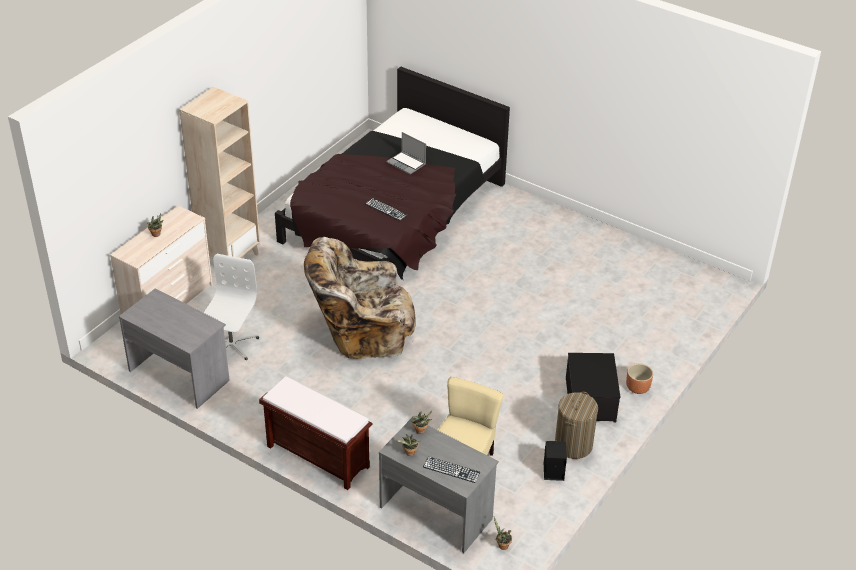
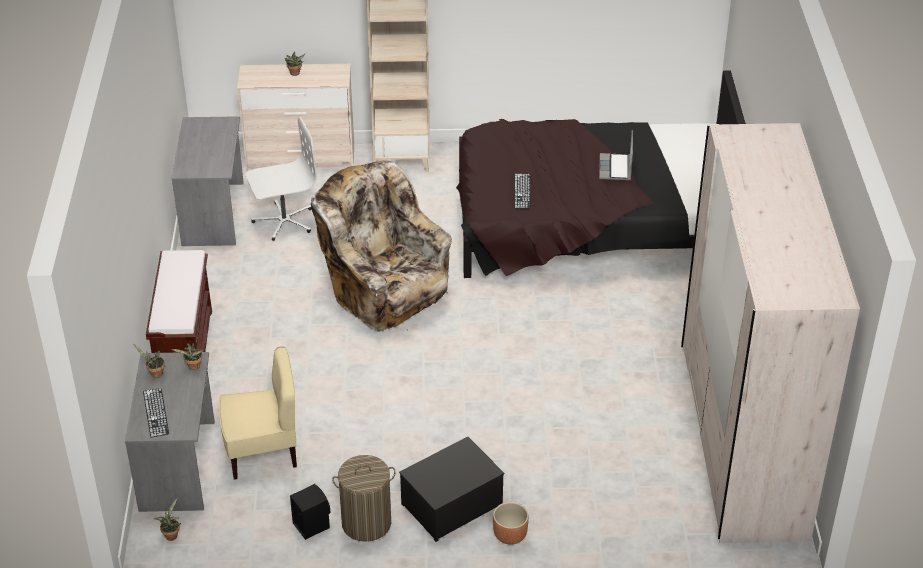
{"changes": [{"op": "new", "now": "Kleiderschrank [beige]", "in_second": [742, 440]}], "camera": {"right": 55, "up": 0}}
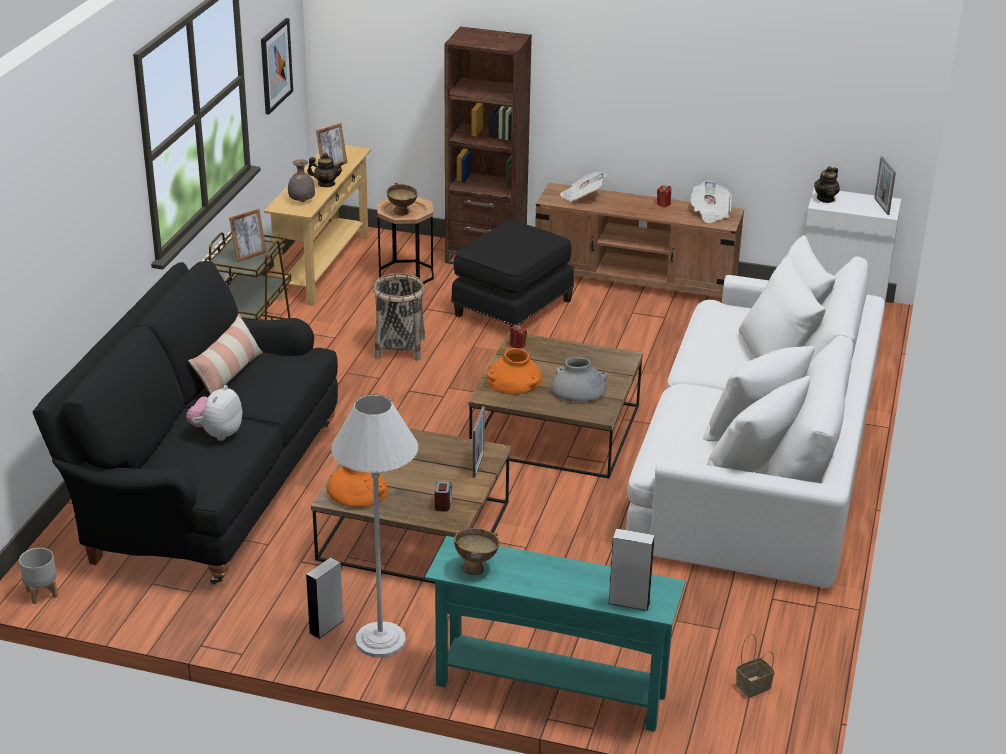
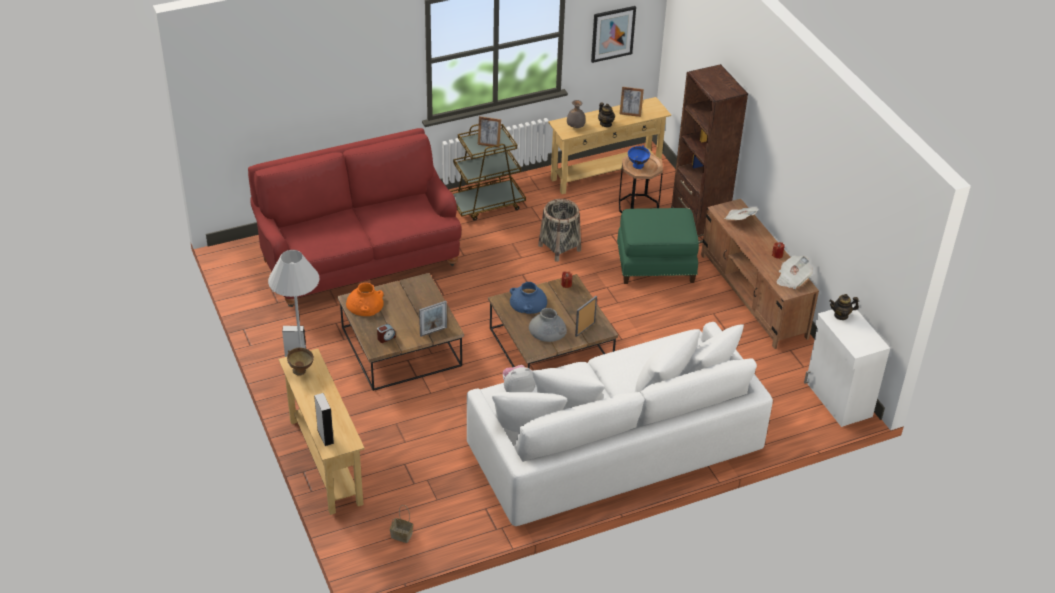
{"changes": [{"op": "shifted", "was": "Bilderrahmen", "in_first": [881, 206], "in_second": [585, 329]}, {"op": "repainted", "was": "Schüssel [braun]", "now": "Schüssel [blau]", "in_first": [402, 213], "in_second": [637, 167]}, {"op": "repainted", "was": "Polsterhocker [schwarz]", "now": "Polsterhocker [grün]", "in_first": [511, 307], "in_second": [655, 264]}, {"op": "repainted", "was": "Sofa [schwarz]", "now": "Sofa [rot]", "in_first": [206, 488], "in_second": [358, 259]}, {"op": "gone", "was": "Kissen", "in_first": [229, 375]}, {"op": "repainted", "was": "Vase [orange]", "now": "Vase [blau]", "in_first": [514, 380], "in_second": [528, 302]}, {"op": "shifted", "was": "Plüschtier", "in_first": [217, 433], "in_second": [518, 391]}, {"op": "repainted", "was": "Konsolentisch [türkis]", "now": "Konsolentisch [beige]", "in_first": [550, 690], "in_second": [325, 461]}, {"op": "gone", "was": "Pflanzkübel [grau]", "in_first": [42, 593]}], "camera": {"right": 50, "up": 10}}
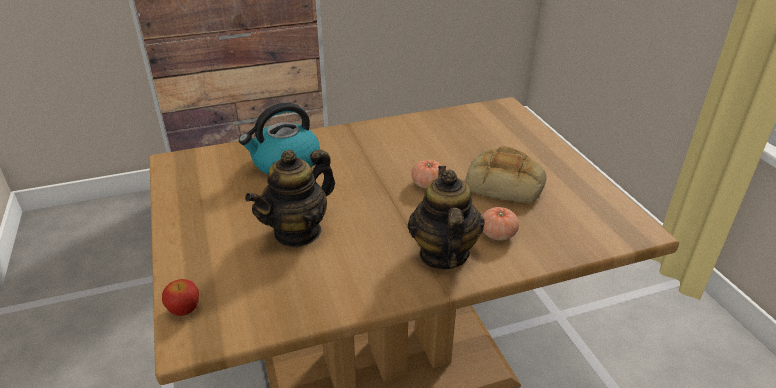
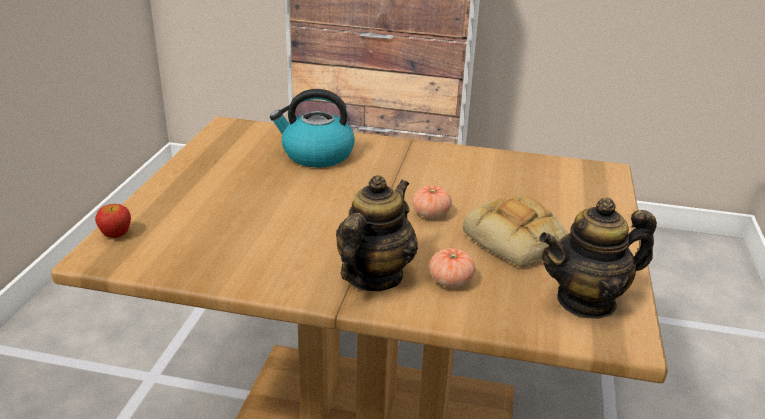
{"changes": [{"op": "shifted", "was": "Teekanne", "in_first": [298, 231], "in_second": [586, 301]}], "camera": {"right": 30, "up": -5}}
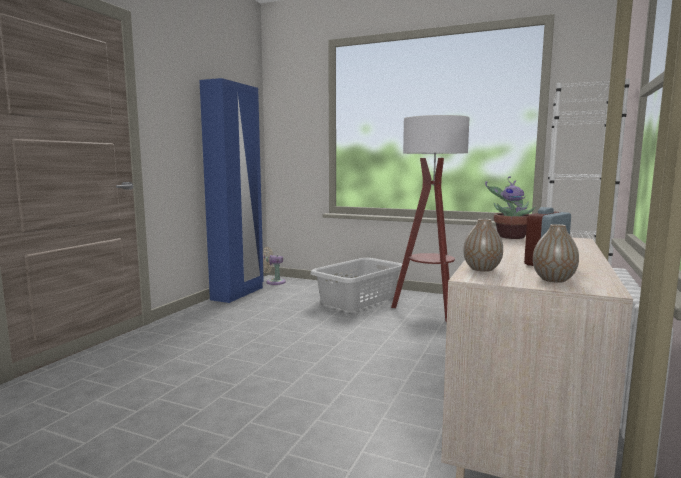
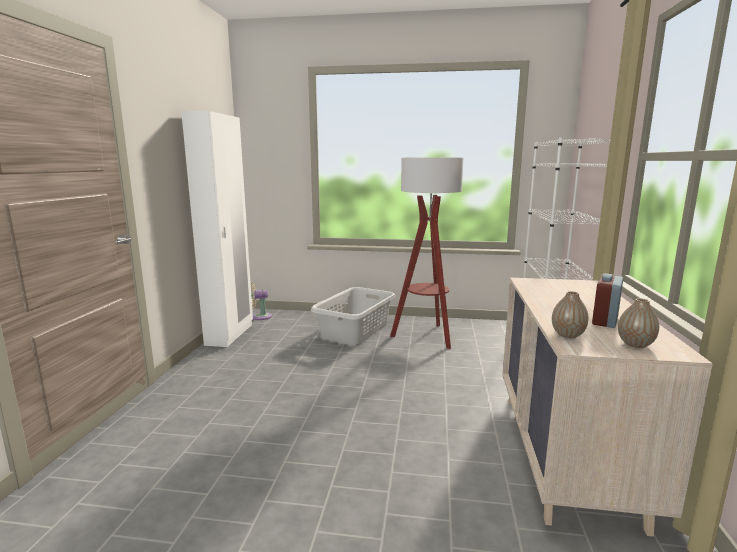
{"changes": [{"op": "repainted", "was": "Kleiderschrank [blau]", "now": "Kleiderschrank [weiß]", "in_first": [238, 294], "in_second": [230, 335]}, {"op": "gone", "was": "Topfpflanze", "in_first": [510, 236]}], "camera": {"right": -15, "up": 5}}
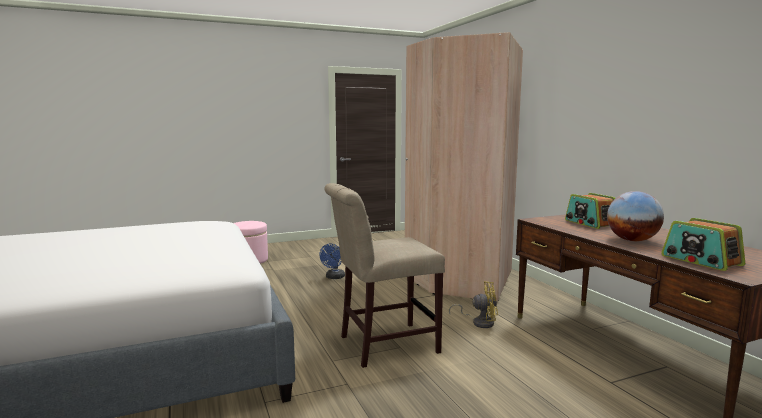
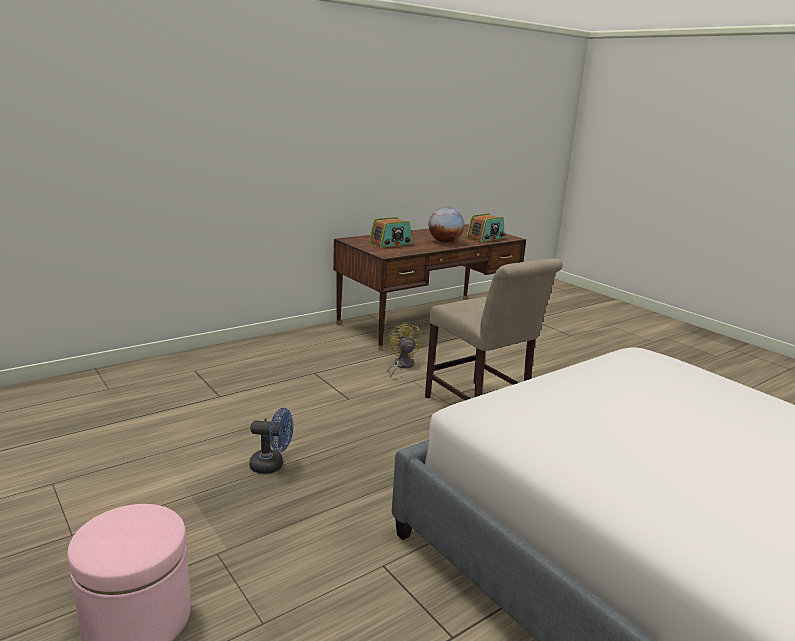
{"changes": [{"op": "gone", "was": "Kleiderschrank [beige]", "in_first": [457, 278]}], "camera": {"right": -105, "up": 10}}
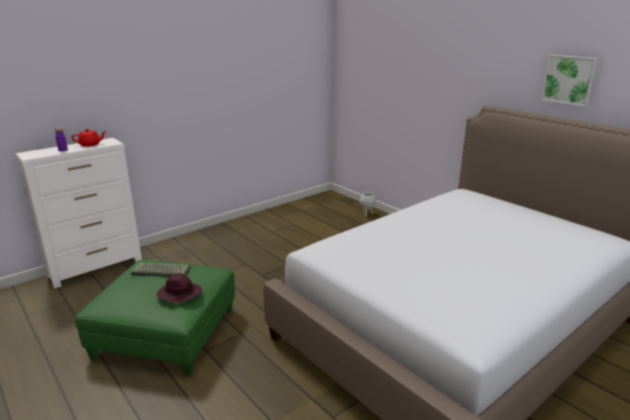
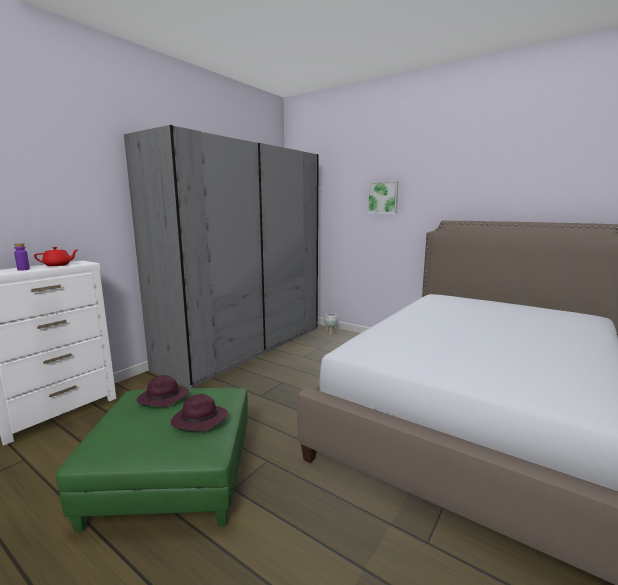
{"changes": [{"op": "shifted", "was": "Bild", "in_first": [569, 79], "in_second": [383, 197]}, {"op": "swapped", "was": "Tastatur", "now": "Hut [lila]", "in_first": [160, 271], "in_second": [162, 399]}, {"op": "new", "now": "Kleiderschrank [grau]", "in_second": [245, 347]}], "camera": {"right": -15, "up": -10}}
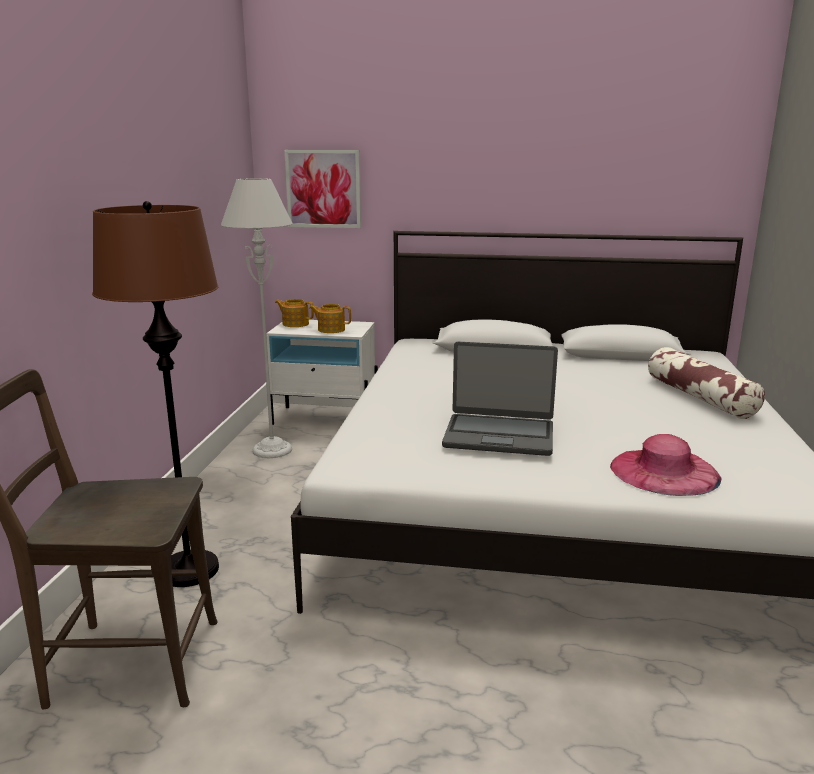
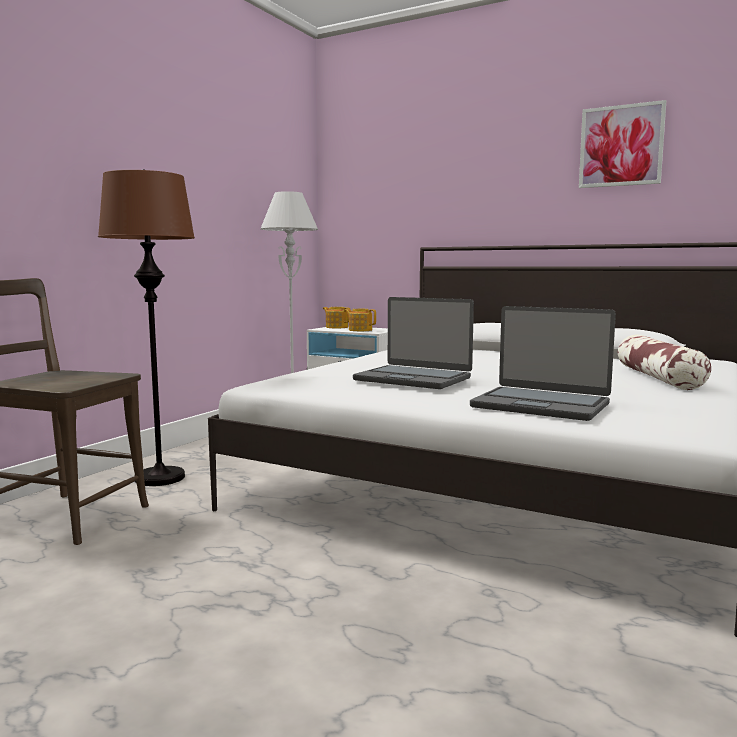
{"changes": [{"op": "shifted", "was": "Bild", "in_first": [323, 189], "in_second": [621, 146]}, {"op": "swapped", "was": "Hut [rosa]", "now": "Laptop", "in_first": [664, 471], "in_second": [541, 405]}], "camera": {"right": 20, "up": -10}}
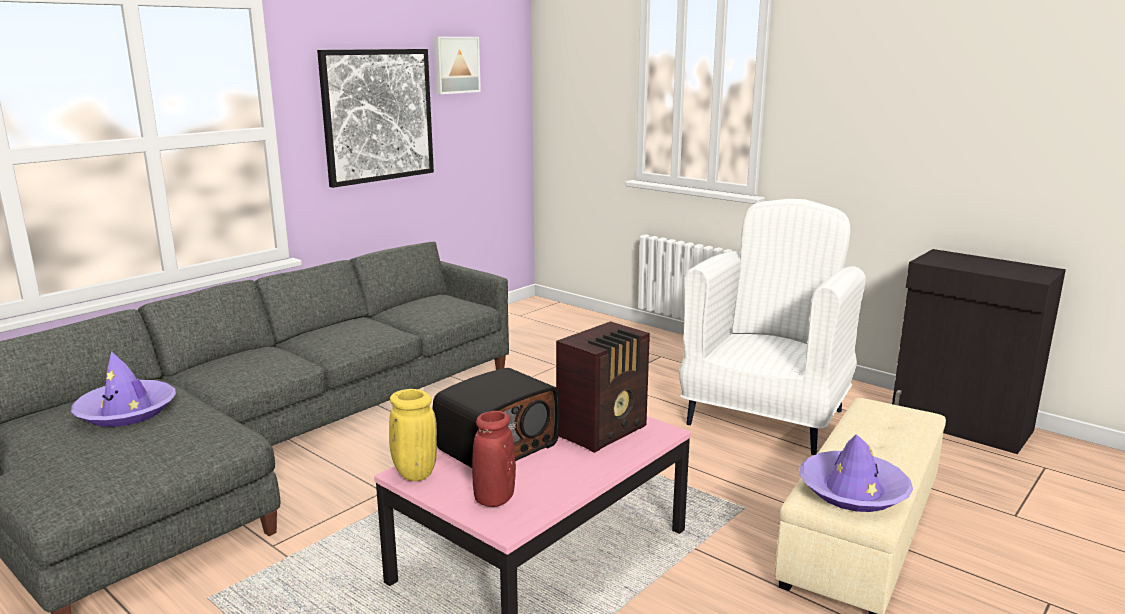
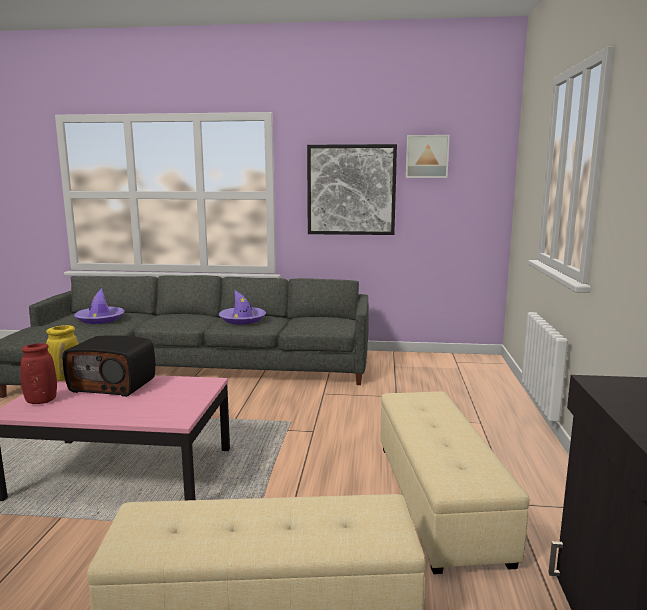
{"changes": [{"op": "swapped", "was": "Sessel [weiß]", "now": "Polsterhocker [beige]", "in_first": [766, 416], "in_second": [439, 498]}, {"op": "gone", "was": "Radio", "in_first": [604, 431]}, {"op": "shifted", "was": "Hut [lila]", "in_first": [853, 491], "in_second": [242, 320]}], "camera": {"right": 55, "up": -5}}
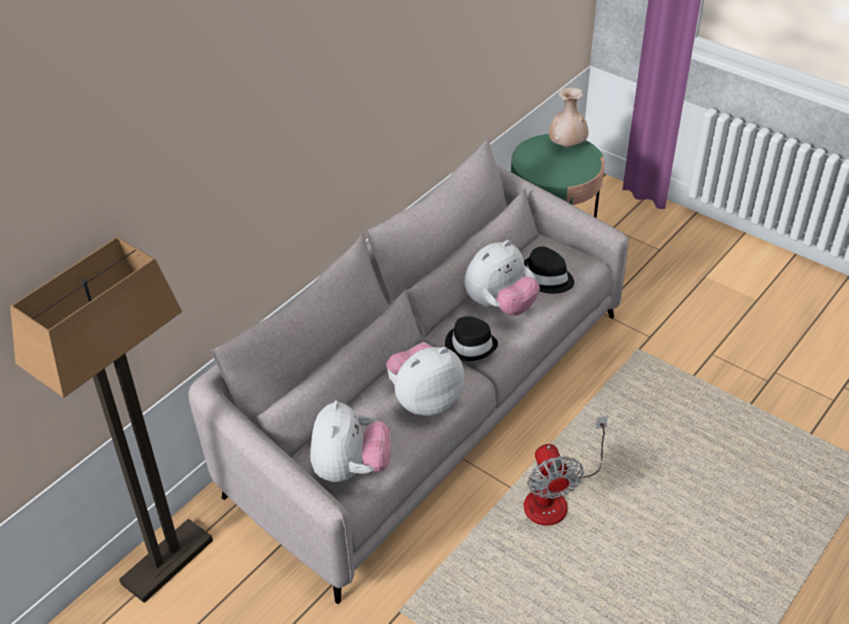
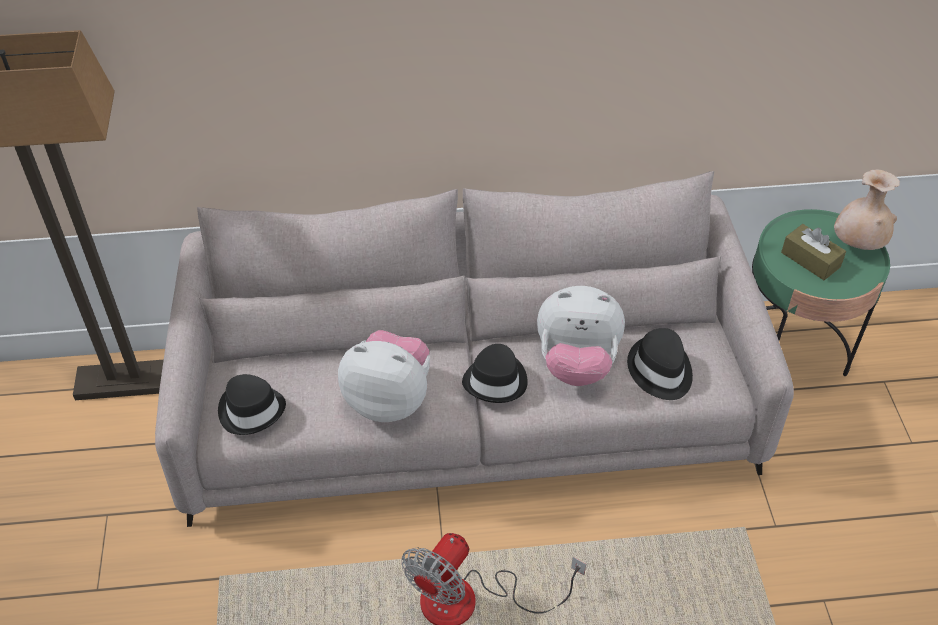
{"changes": [{"op": "swapped", "was": "Plüschtier", "now": "Hut [schwarz]", "in_first": [350, 469], "in_second": [251, 410]}, {"op": "new", "now": "Taschentuchbox [braun]", "in_second": [810, 260]}], "camera": {"right": 45, "up": 5}}
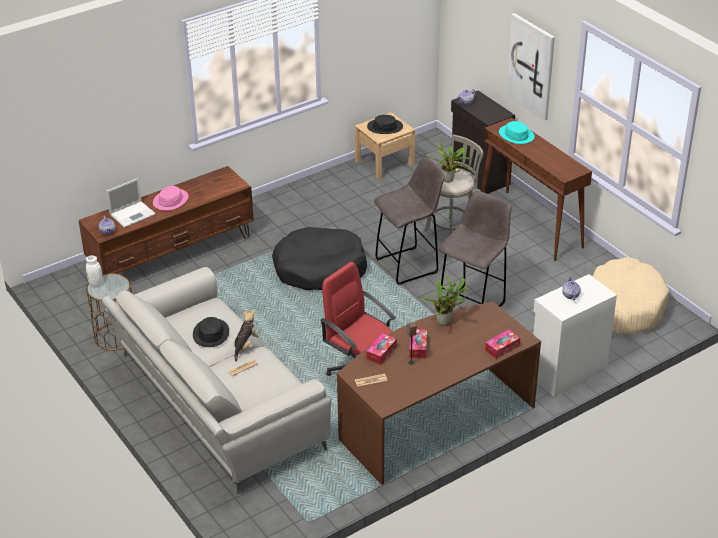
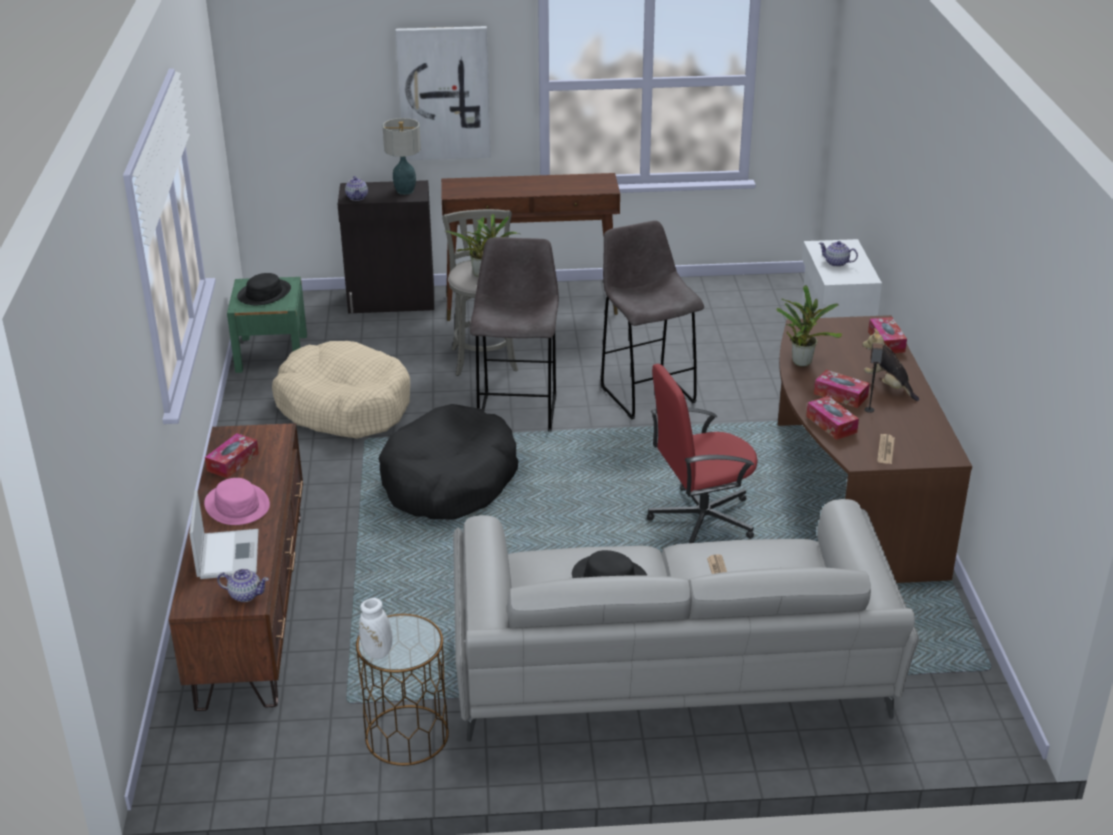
{"changes": [{"op": "repainted", "was": "Nachttisch [beige]", "now": "Nachttisch [grün]", "in_first": [384, 163], "in_second": [271, 353]}, {"op": "gone", "was": "Hut [türkis]", "in_first": [516, 135]}, {"op": "shifted", "was": "Hundebett [beige]", "in_first": [625, 306], "in_second": [344, 406]}, {"op": "shifted", "was": "Plüschtier", "in_first": [245, 346], "in_second": [888, 385]}, {"op": "new", "now": "Tischlampe", "in_second": [405, 191]}, {"op": "new", "now": "Taschentuchbox", "in_second": [233, 462]}], "camera": {"right": -60, "up": -5}}
